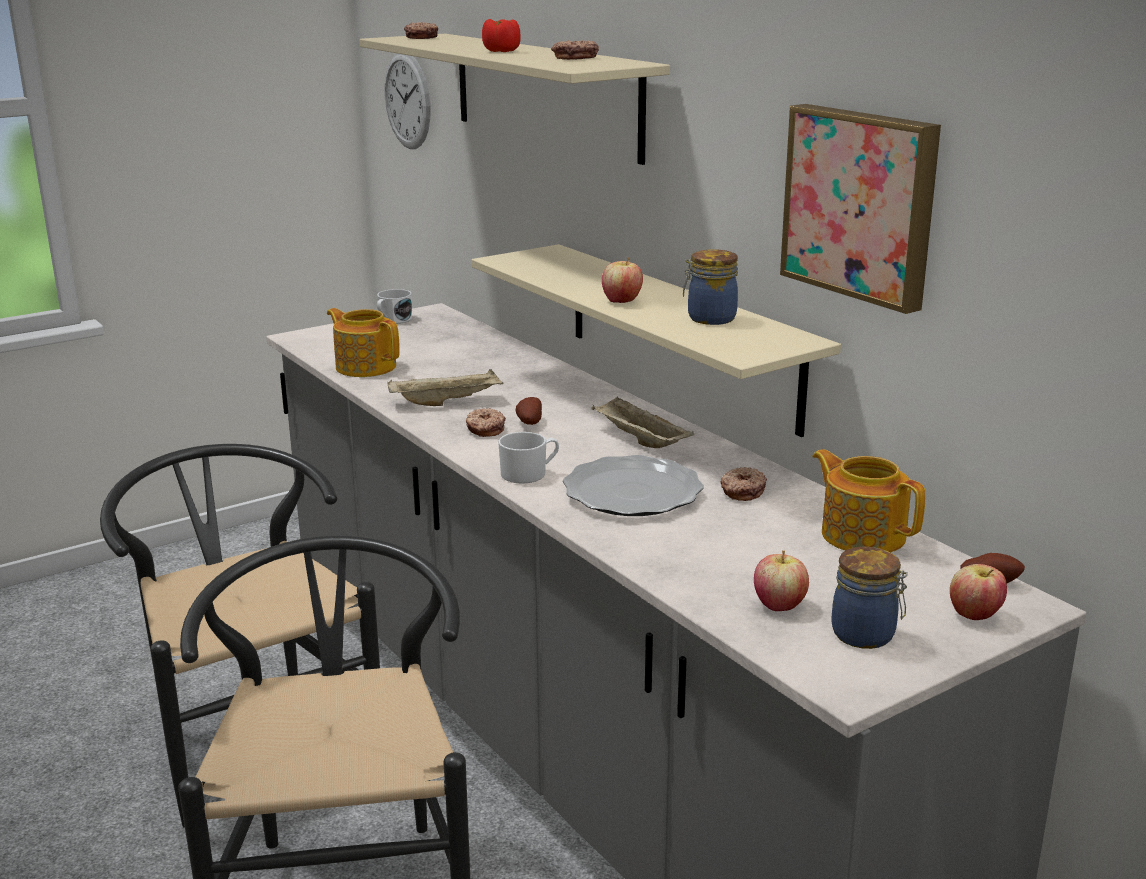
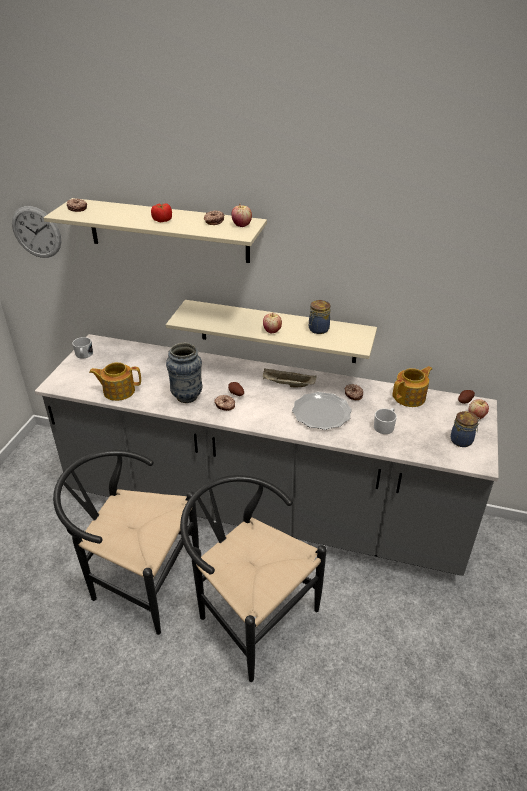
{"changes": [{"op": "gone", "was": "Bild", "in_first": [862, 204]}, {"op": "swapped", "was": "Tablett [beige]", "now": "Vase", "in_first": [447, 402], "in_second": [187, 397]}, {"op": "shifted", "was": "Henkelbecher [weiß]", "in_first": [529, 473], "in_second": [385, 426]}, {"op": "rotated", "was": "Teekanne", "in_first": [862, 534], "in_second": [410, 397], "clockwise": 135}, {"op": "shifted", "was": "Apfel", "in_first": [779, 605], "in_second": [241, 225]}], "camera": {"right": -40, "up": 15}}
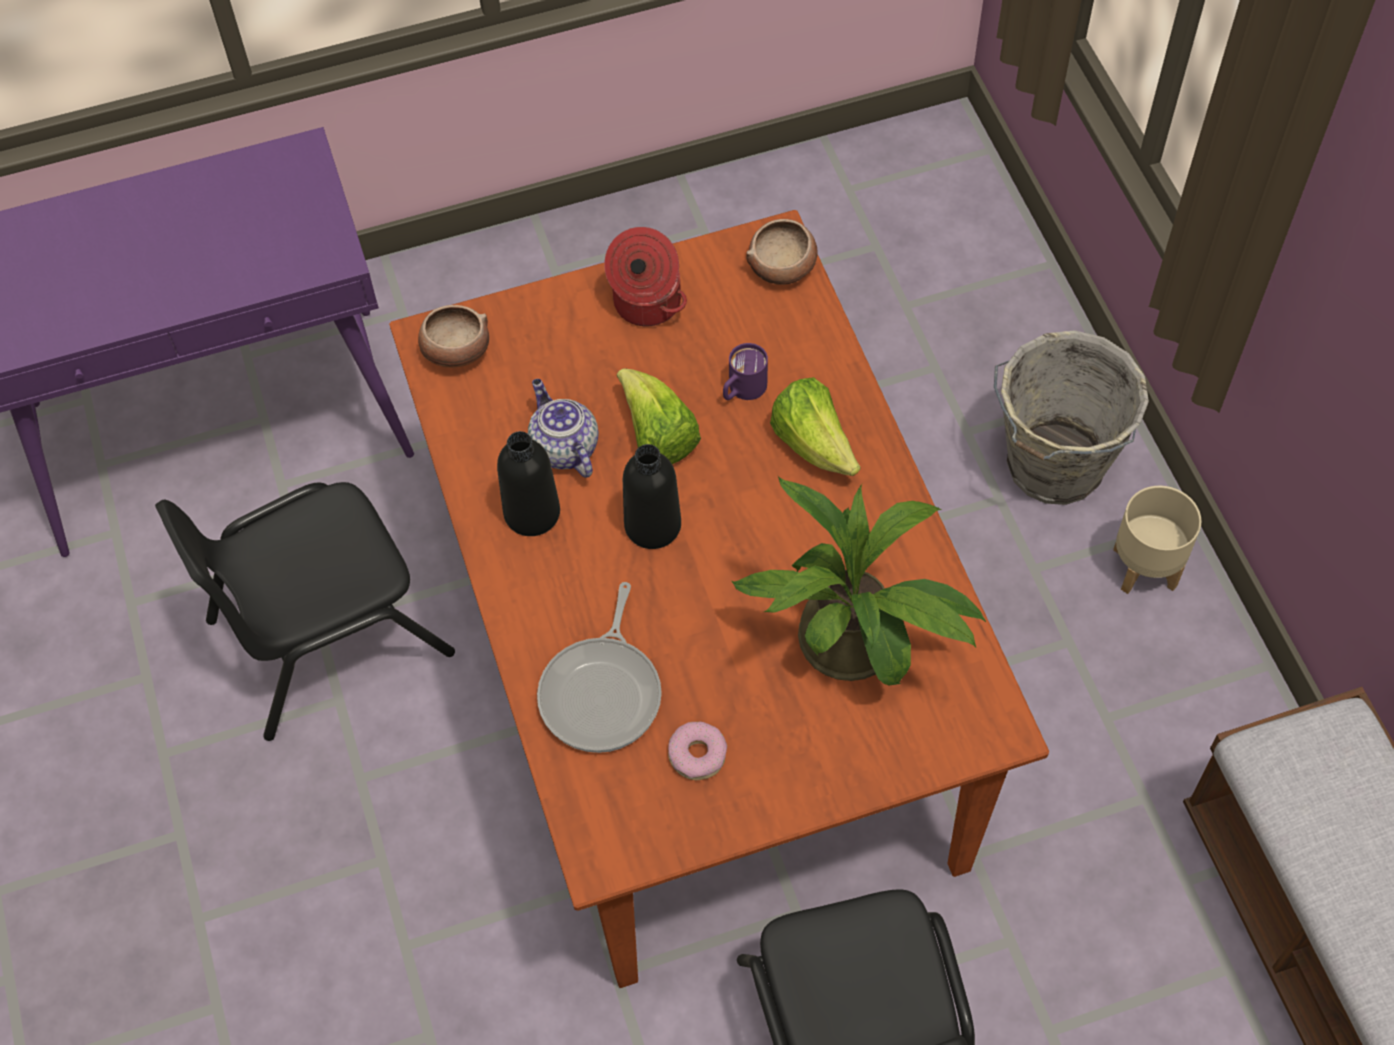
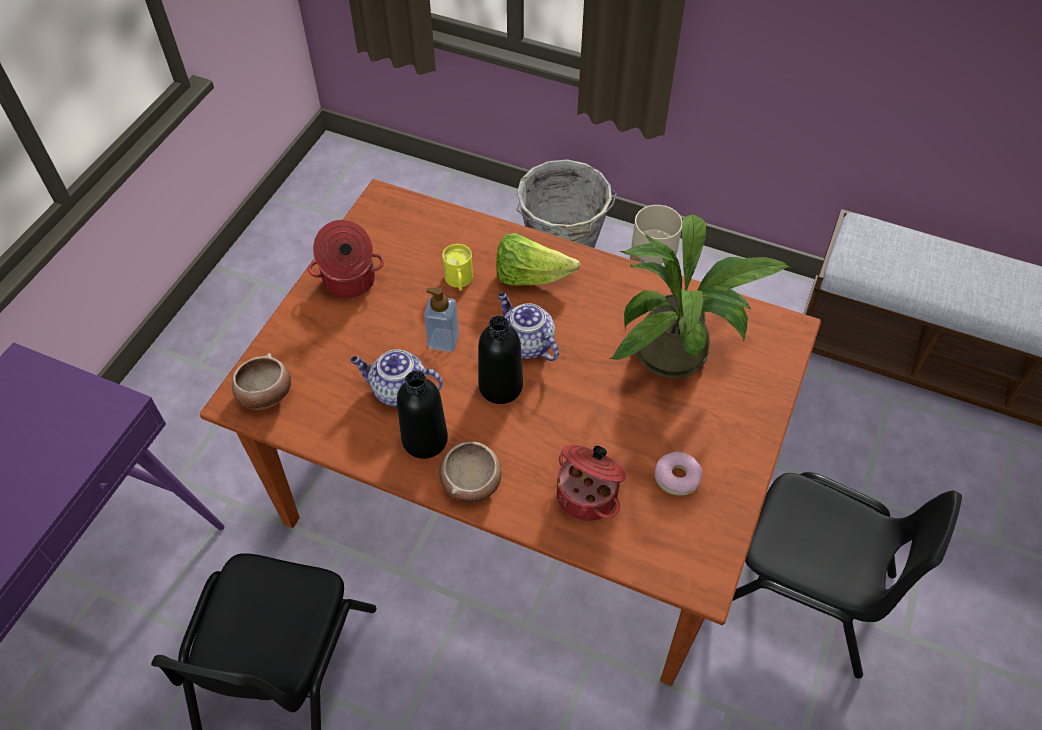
{"changes": [{"op": "shifted", "was": "Schüssel", "in_first": [783, 266], "in_second": [471, 481]}, {"op": "repainted", "was": "Henkelbecher [lila]", "now": "Henkelbecher [gelb]", "in_first": [742, 390], "in_second": [459, 282]}, {"op": "swapped", "was": "Salatkopf", "now": "Seifenspender", "in_first": [657, 435], "in_second": [443, 340]}, {"op": "swapped", "was": "Pfanne", "now": "Kochtopf", "in_first": [603, 692], "in_second": [588, 494]}, {"op": "new", "now": "Teekanne", "in_second": [526, 343]}], "camera": {"right": -50, "up": -5}}
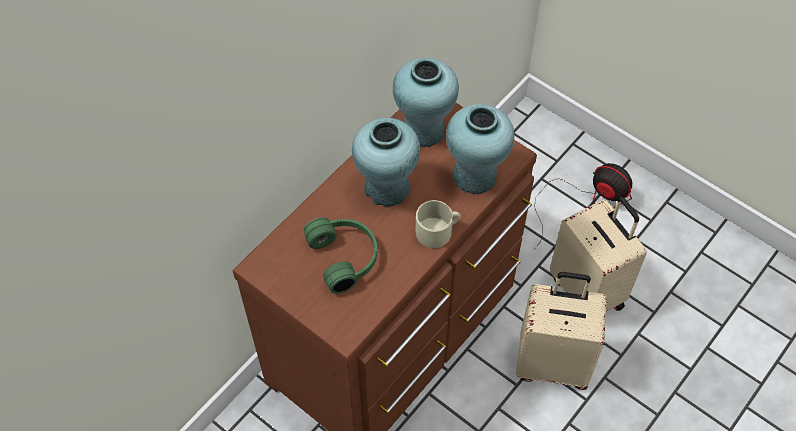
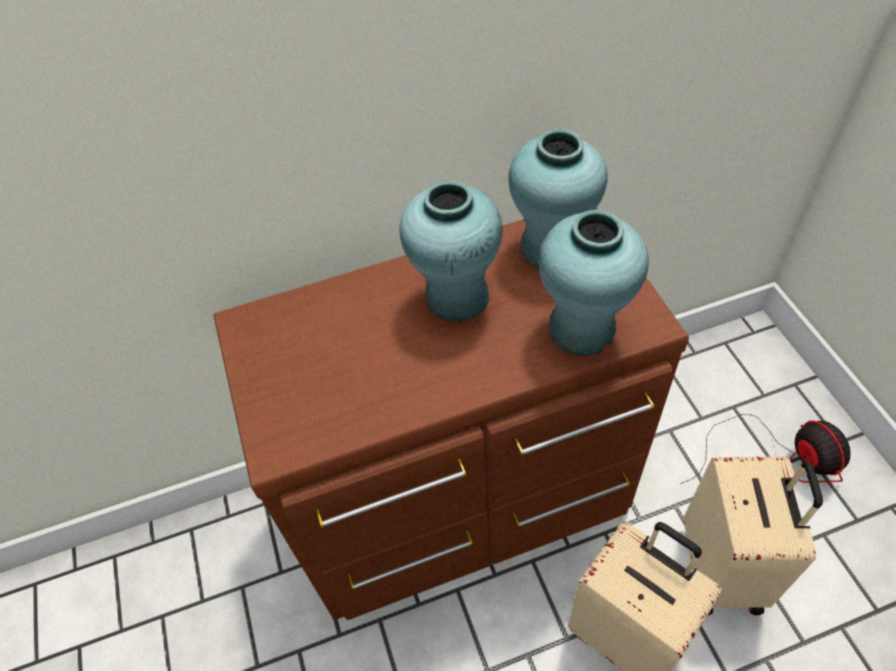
{"changes": [{"op": "gone", "was": "Henkelbecher [beige]", "in_first": [438, 231]}, {"op": "gone", "was": "Kopfhörer [grün]", "in_first": [345, 257]}], "camera": {"right": 35, "up": -5}}
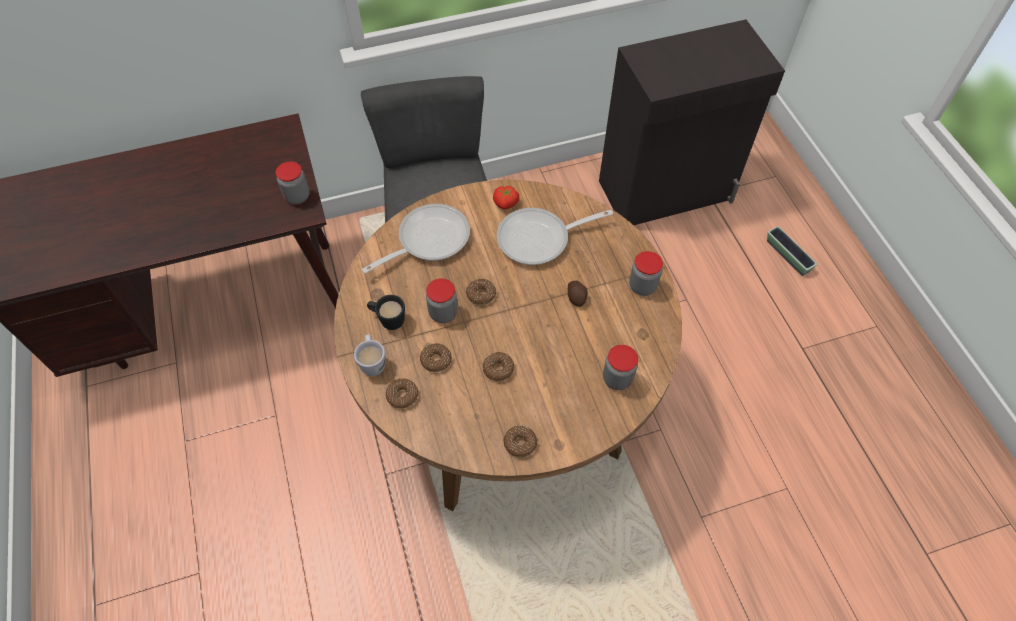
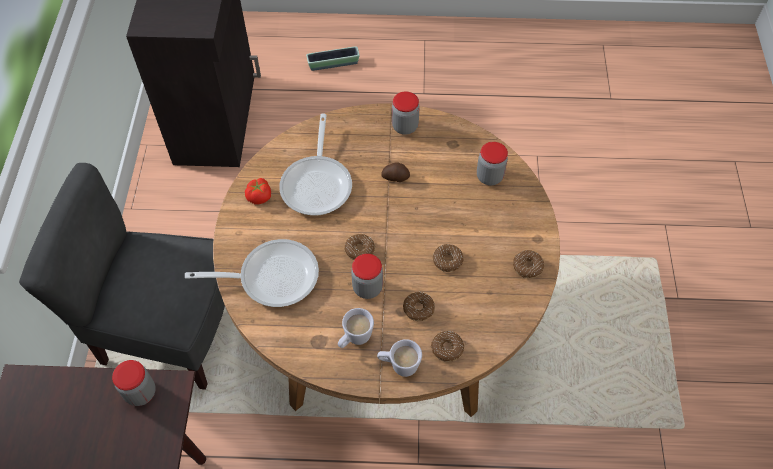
{"changes": [{"op": "rotated", "was": "Pfanne", "in_first": [428, 240], "in_second": [272, 277], "clockwise": 105}, {"op": "repainted", "was": "Henkelbecher [schwarz]", "now": "Henkelbecher [weiß]", "in_first": [388, 320], "in_second": [354, 339]}], "camera": {"right": -70, "up": 0}}
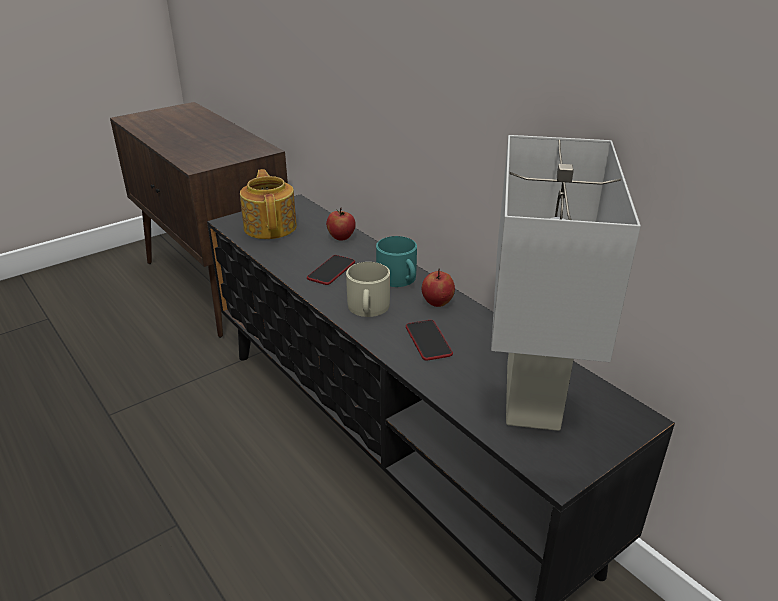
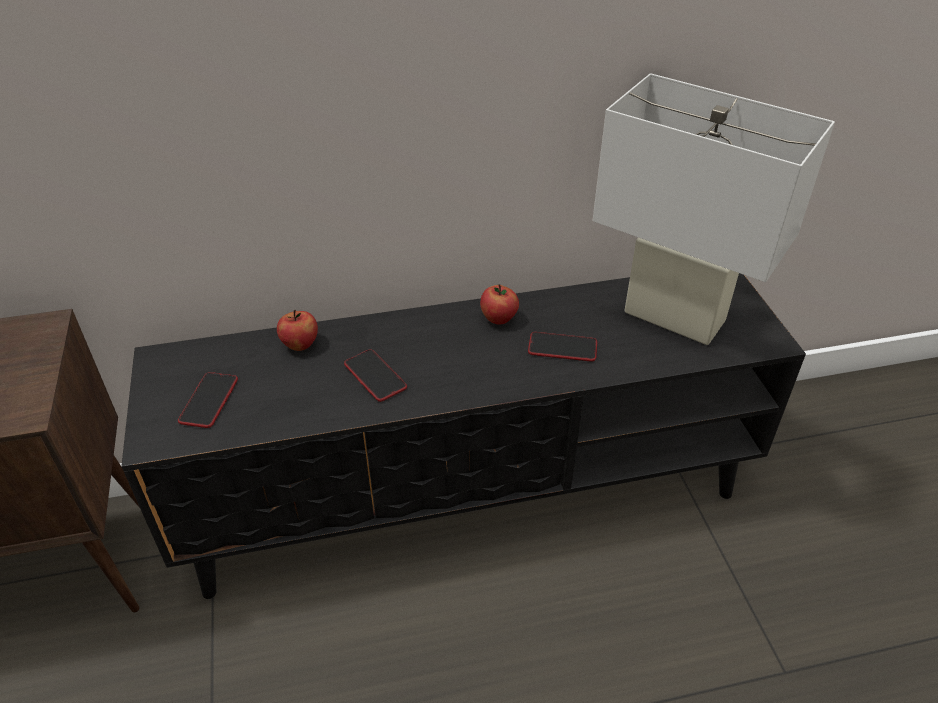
{"changes": [{"op": "swapped", "was": "Teekanne", "now": "Handy", "in_first": [271, 226], "in_second": [209, 400]}, {"op": "gone", "was": "Henkelbecher [türkis]", "in_first": [399, 279]}, {"op": "gone", "was": "Henkelbecher [beige]", "in_first": [368, 308]}], "camera": {"right": -65, "up": 10}}
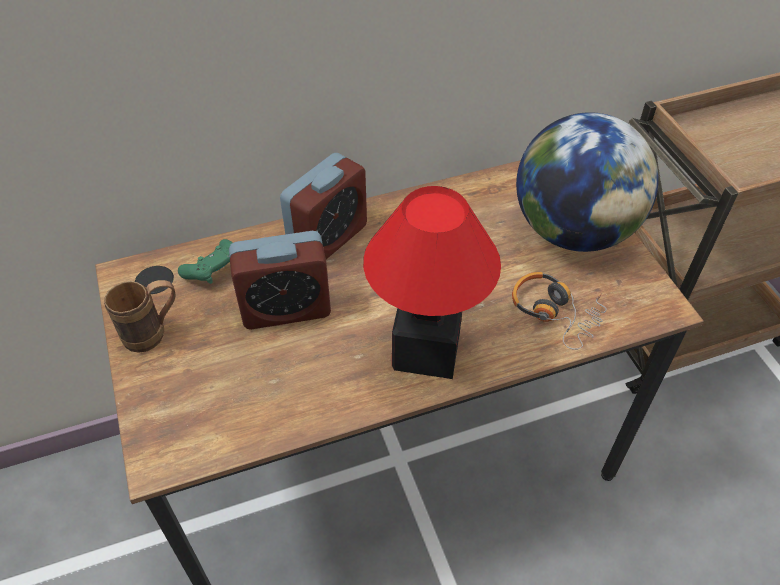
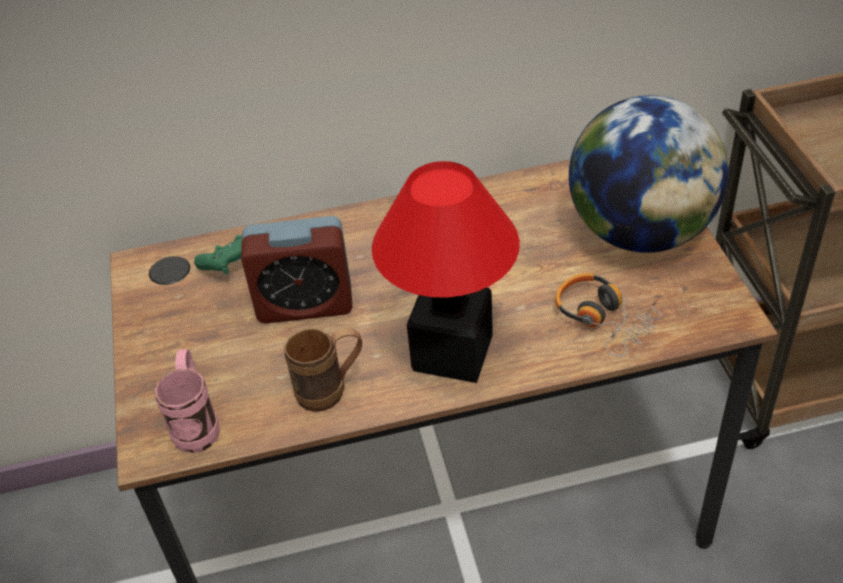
{"changes": [{"op": "gone", "was": "Wecker", "in_first": [328, 238]}, {"op": "shifted", "was": "Henkelbecher [braun]", "in_first": [154, 333], "in_second": [331, 390]}, {"op": "new", "now": "Henkelbecher [rosa]", "in_second": [197, 423]}], "camera": {"right": 10, "up": -5}}
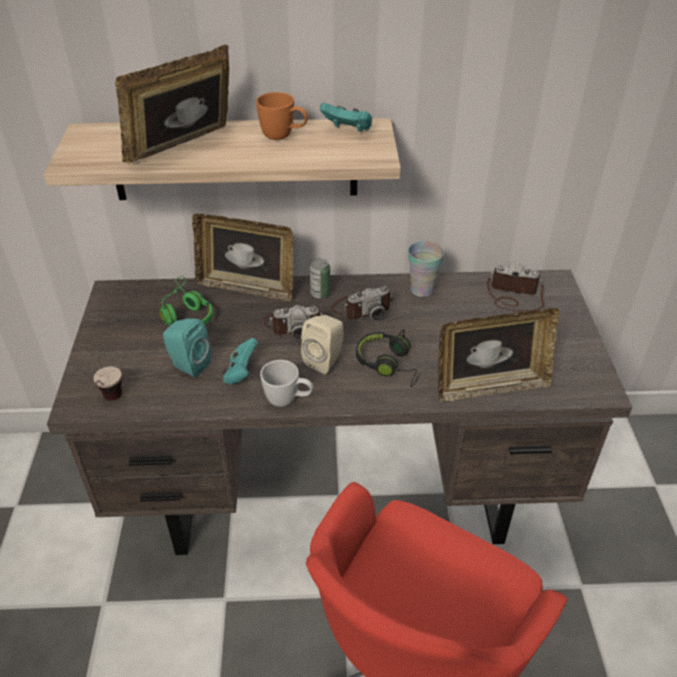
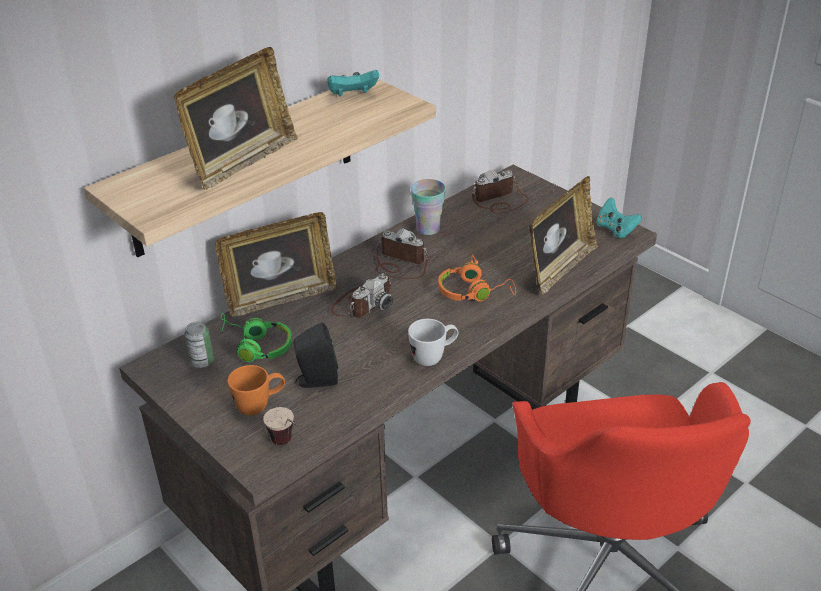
{"changes": [{"op": "rotated", "was": "Bilderrahmen", "in_first": [184, 149], "in_second": [242, 162], "clockwise": -150}, {"op": "shifted", "was": "Henkelbecher [orange]", "in_first": [284, 137], "in_second": [260, 406]}, {"op": "shifted", "was": "Dose", "in_first": [320, 293], "in_second": [202, 362]}, {"op": "rotated", "was": "Kamera", "in_first": [362, 308], "in_second": [400, 264], "clockwise": -90}, {"op": "gone", "was": "Lautsprecher [beige]", "in_first": [325, 360]}, {"op": "repainted", "was": "Lautsprecher [türkis]", "now": "Lautsprecher [schwarz]", "in_first": [188, 365], "in_second": [316, 380]}, {"op": "repainted", "was": "Kopfhörer [schwarz]", "now": "Kopfhörer [orange]", "in_first": [389, 364], "in_second": [474, 292]}, {"op": "shifted", "was": "Gamepad [türkis]", "in_first": [241, 373], "in_second": [615, 230]}], "camera": {"right": -40, "up": -5}}
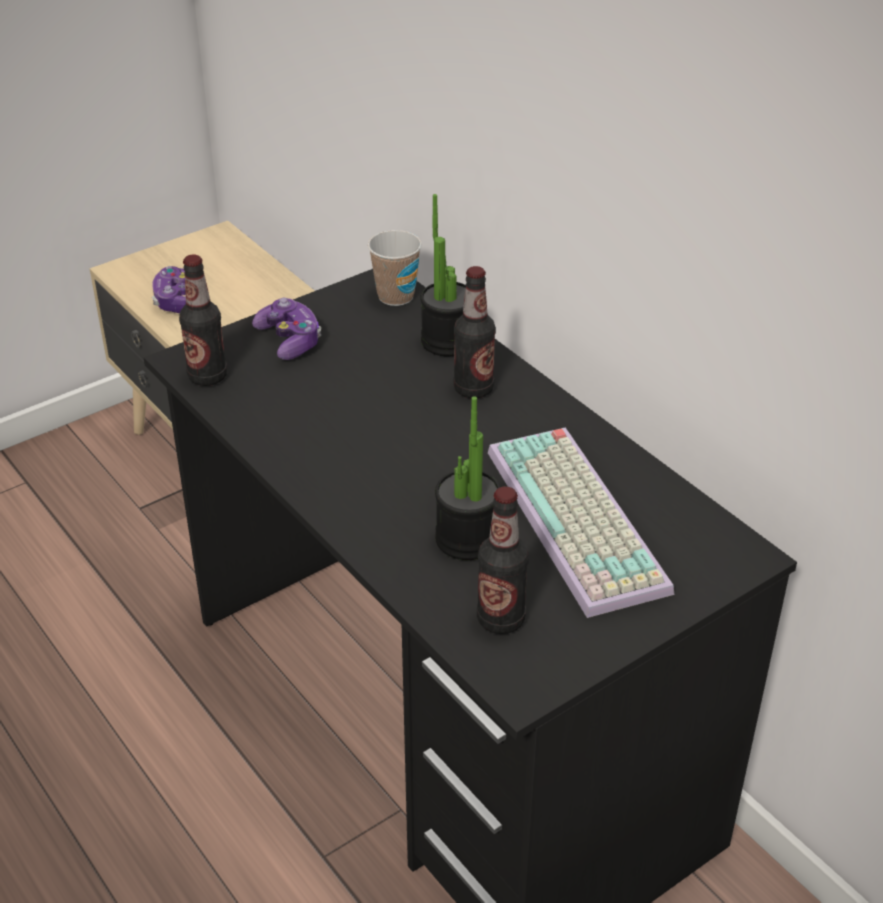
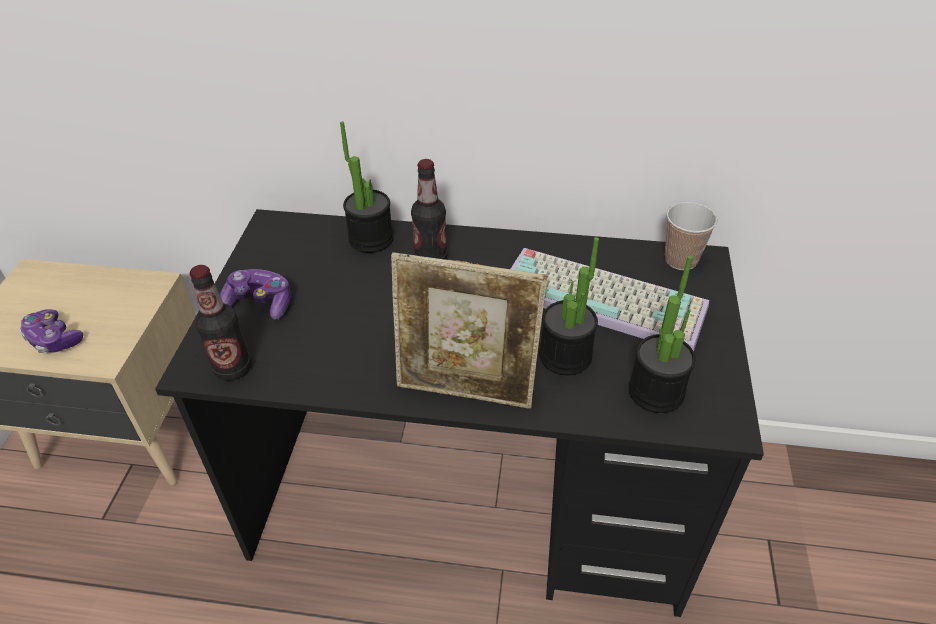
{"changes": [{"op": "shifted", "was": "Tasse", "in_first": [395, 296], "in_second": [681, 260]}, {"op": "swapped", "was": "Flasche", "now": "Topfpflanze", "in_first": [500, 619], "in_second": [656, 392]}, {"op": "new", "now": "Bilderrahmen", "in_second": [466, 391]}], "camera": {"right": -45, "up": 5}}
